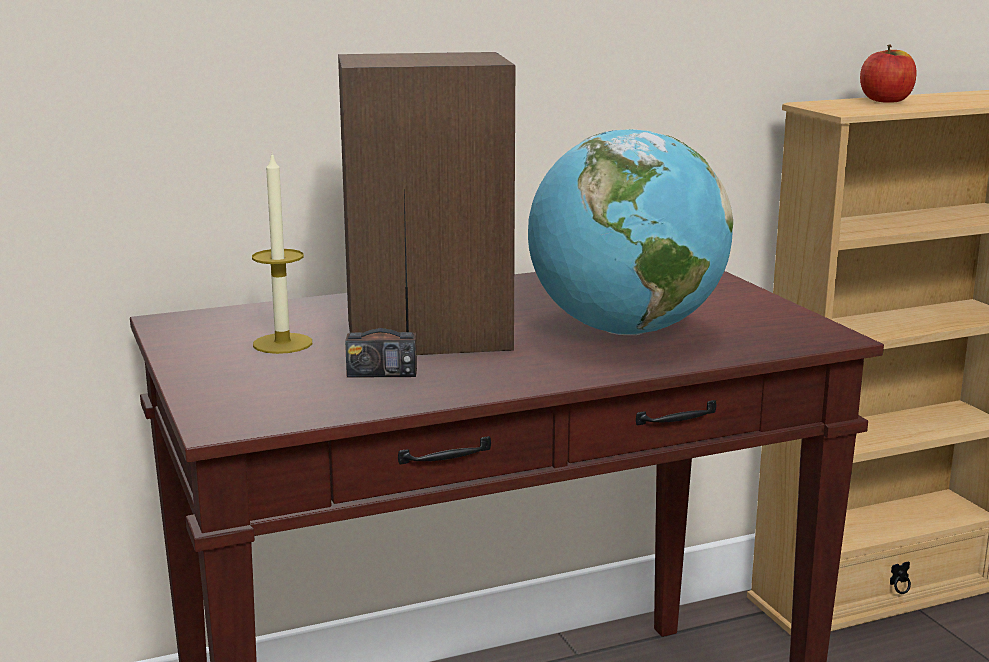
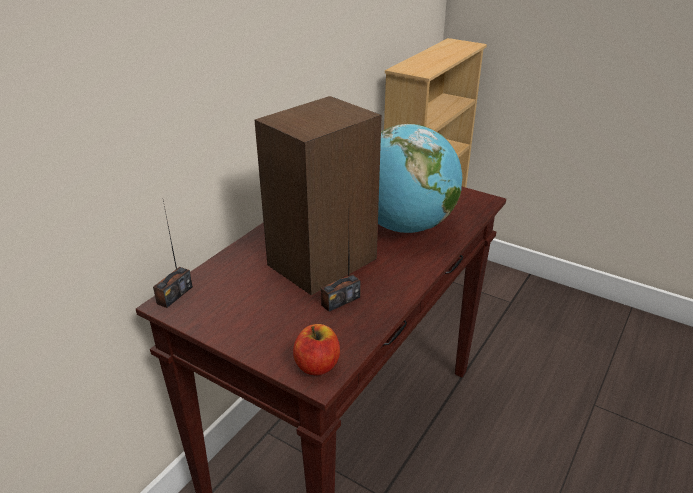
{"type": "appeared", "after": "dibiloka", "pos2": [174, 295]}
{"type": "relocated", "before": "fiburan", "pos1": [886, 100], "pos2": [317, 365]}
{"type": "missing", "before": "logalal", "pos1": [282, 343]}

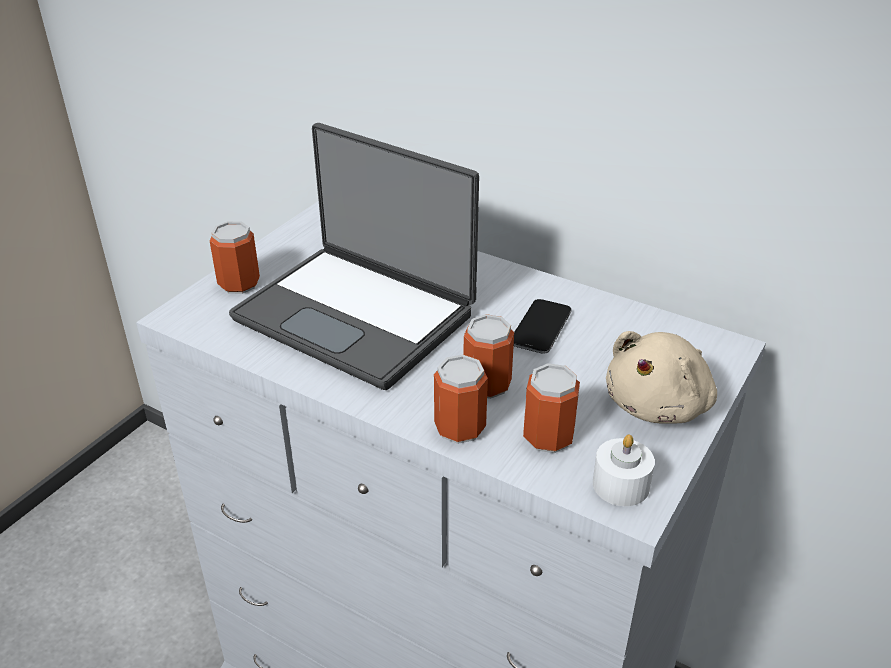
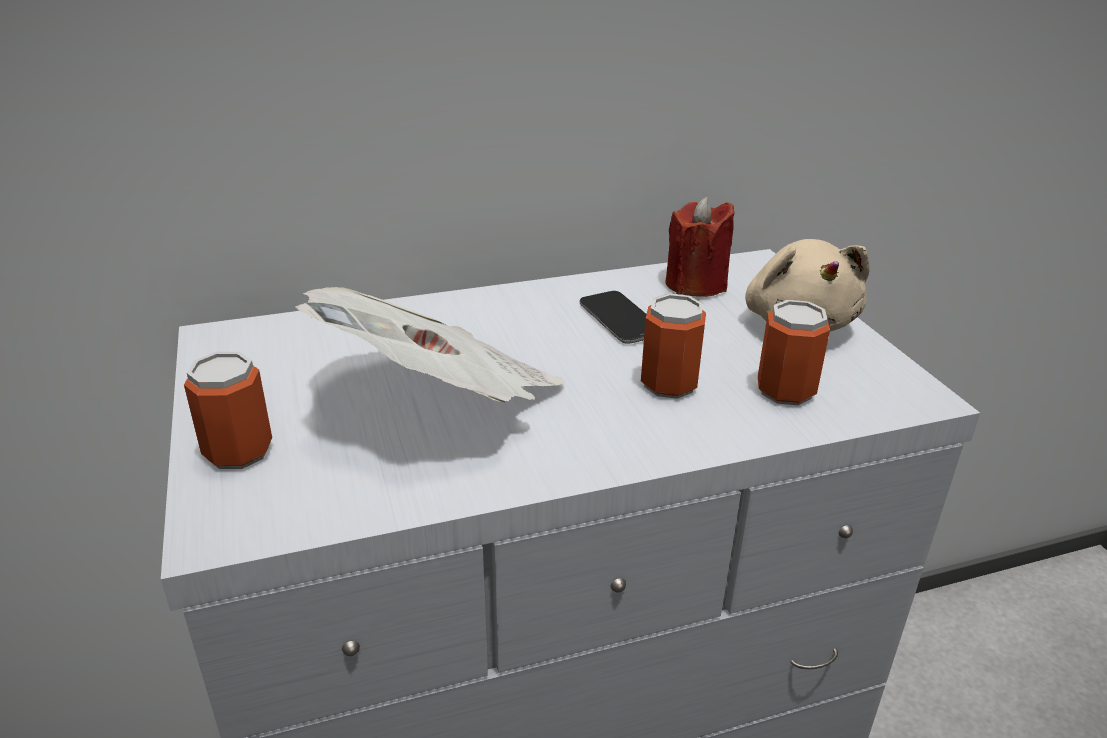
{"type": "exchanged", "before": "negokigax", "after": "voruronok", "pos1": [357, 315], "pos2": [443, 401]}
{"type": "appeared", "after": "red logalal", "pos2": [695, 284]}
{"type": "missing", "before": "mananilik", "pos1": [460, 428]}
{"type": "missing", "before": "white logalal", "pos1": [621, 485]}

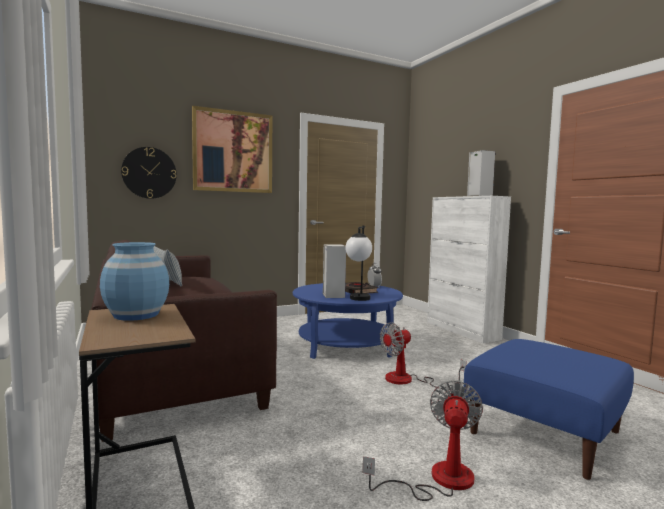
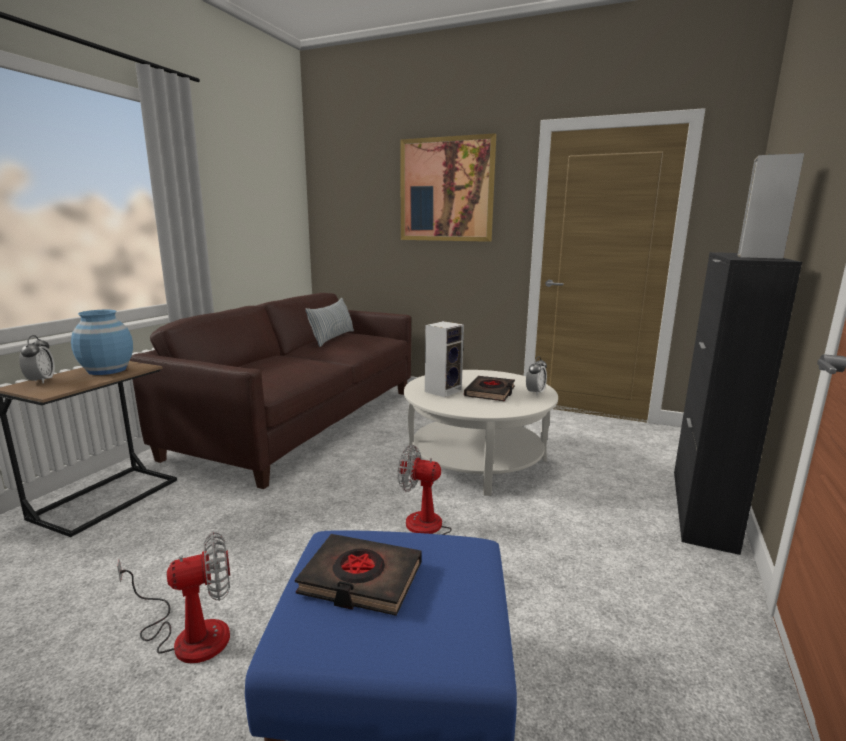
{"type": "appeared", "after": "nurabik", "pos2": [41, 381]}
{"type": "appeared", "after": "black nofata", "pos2": [360, 579]}
{"type": "colour", "before": "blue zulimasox", "after": "white zulimasox", "pos1": [346, 345], "pos2": [476, 459]}
{"type": "colour", "before": "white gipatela", "after": "black gipatela", "pos1": [462, 331], "pos2": [702, 508]}
{"type": "missing", "before": "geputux", "pos1": [149, 173]}
{"type": "missing", "before": "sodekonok", "pos1": [358, 300]}

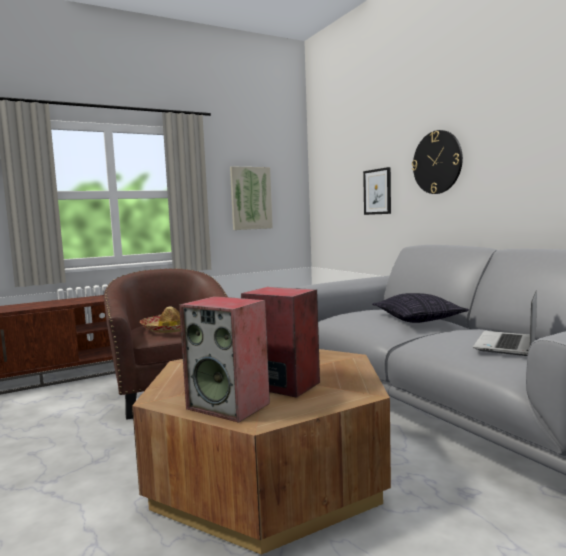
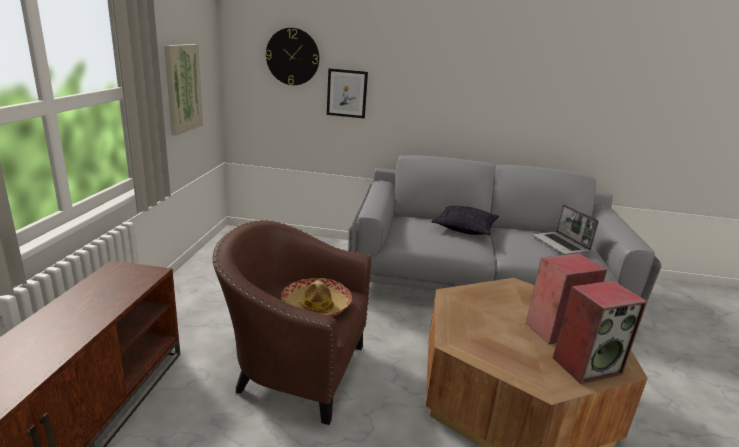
{"type": "relocated", "before": "geputux", "pos1": [437, 162], "pos2": [292, 57]}

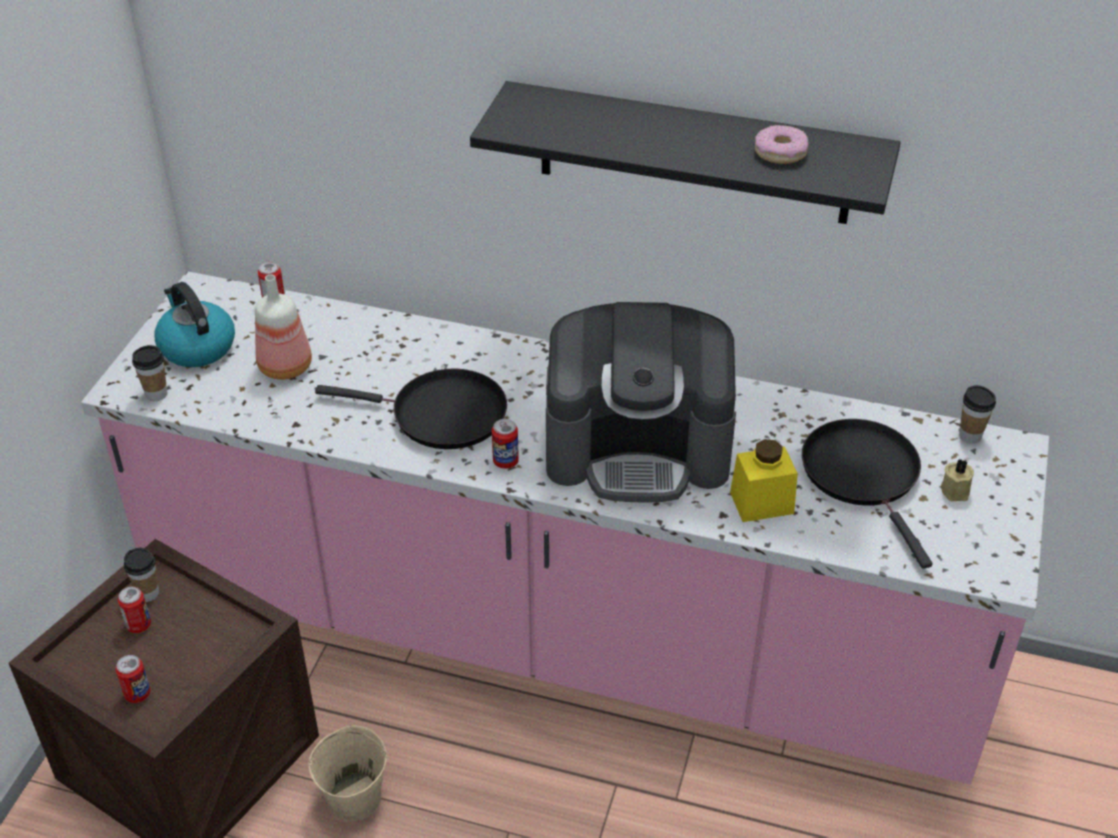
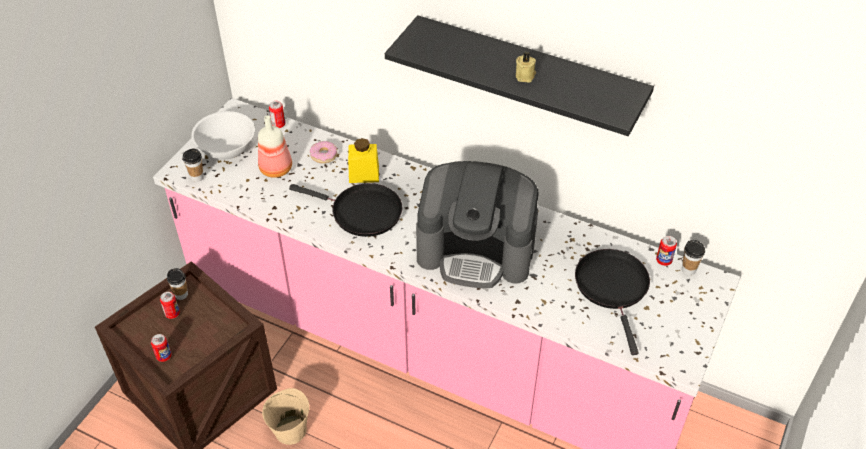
{"type": "exchanged", "before": "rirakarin", "after": "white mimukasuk", "pos1": [196, 347], "pos2": [226, 149]}
{"type": "relocated", "before": "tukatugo", "pos1": [780, 152], "pos2": [324, 155]}
{"type": "relocated", "before": "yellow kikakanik", "pos1": [761, 503], "pos2": [364, 174]}
{"type": "relocated", "before": "beige logalal", "pos1": [956, 490], "pos2": [526, 76]}
{"type": "relocated", "before": "mananilik", "pos1": [505, 461], "pos2": [663, 260]}

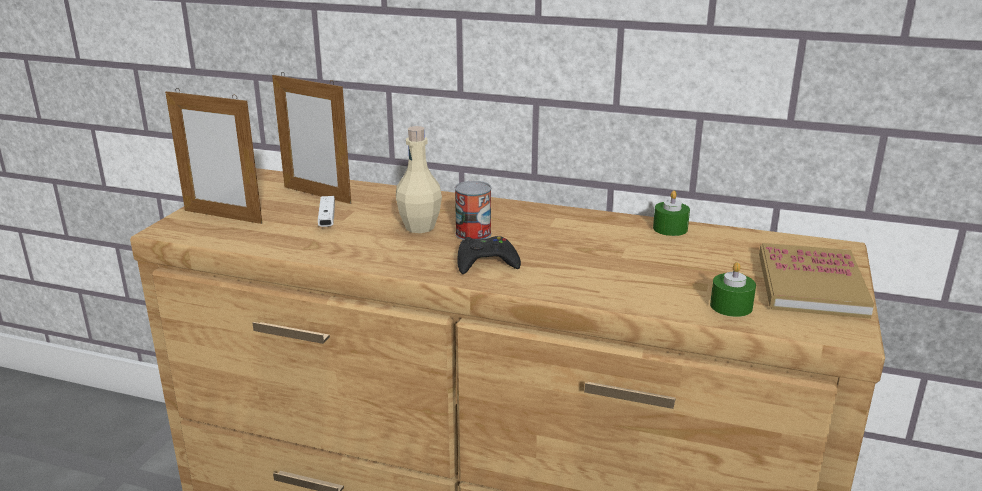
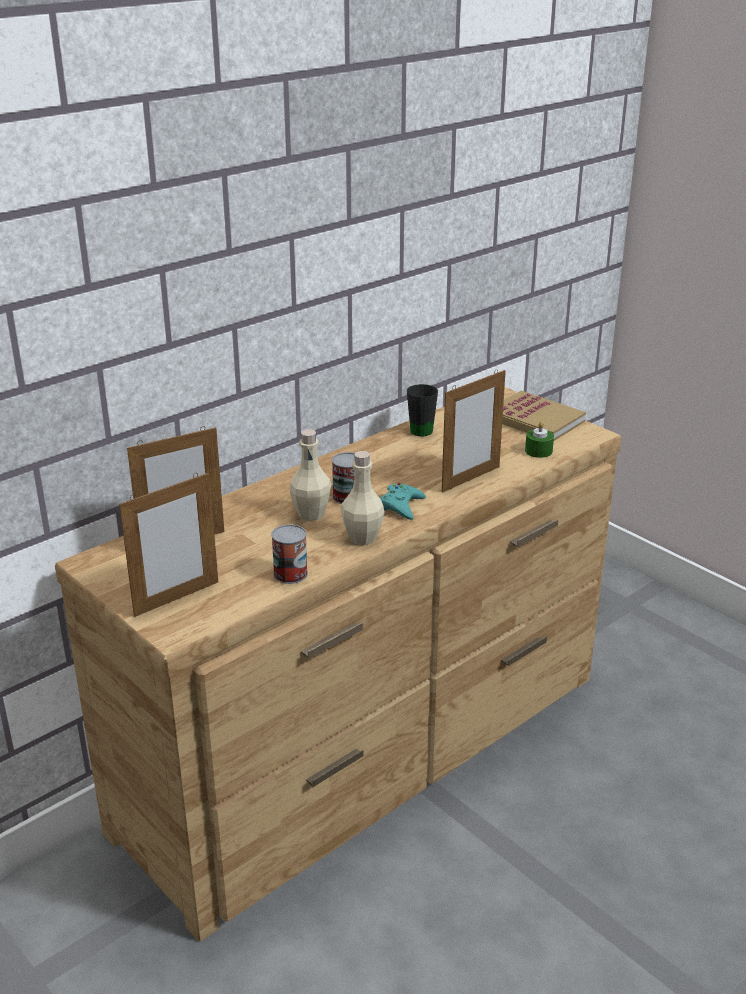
{"type": "appeared", "after": "mananilik", "pos2": [290, 574]}
{"type": "appeared", "after": "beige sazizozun", "pos2": [362, 538]}
{"type": "colour", "before": "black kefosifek", "after": "turquoise kefosifek", "pos1": [486, 262], "pos2": [401, 506]}
{"type": "exchanged", "before": "green logalal", "after": "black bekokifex", "pos1": [670, 228], "pos2": [418, 428]}
{"type": "appeared", "after": "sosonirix", "pos2": [470, 479]}
{"type": "missing", "before": "white kefosifek", "pos1": [327, 218]}

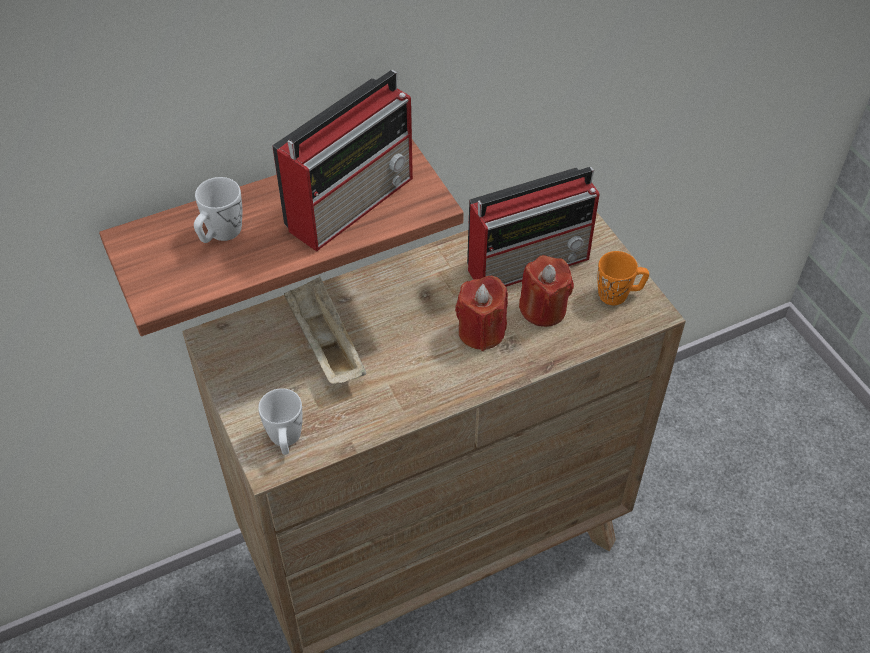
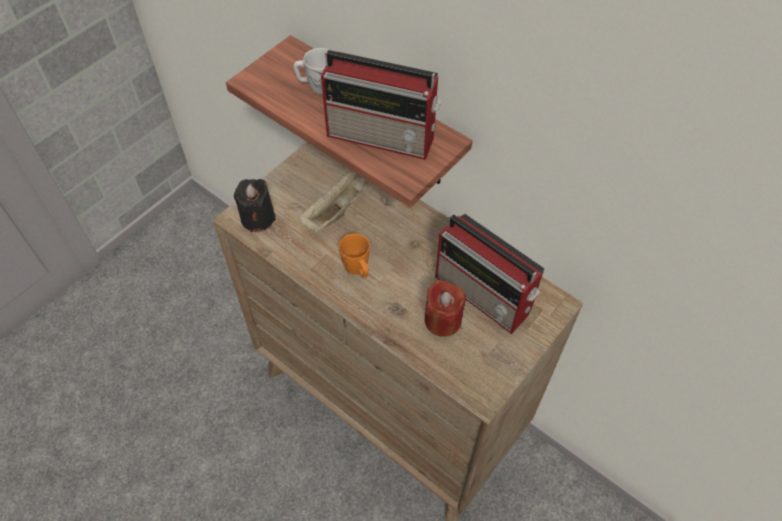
{"type": "exchanged", "before": "white bekokifex", "after": "black logalal", "pos1": [285, 440], "pos2": [257, 218]}
{"type": "relocated", "before": "orange bekokifex", "pos1": [619, 294], "pos2": [358, 269]}
{"type": "missing", "before": "red logalal", "pos1": [481, 331]}

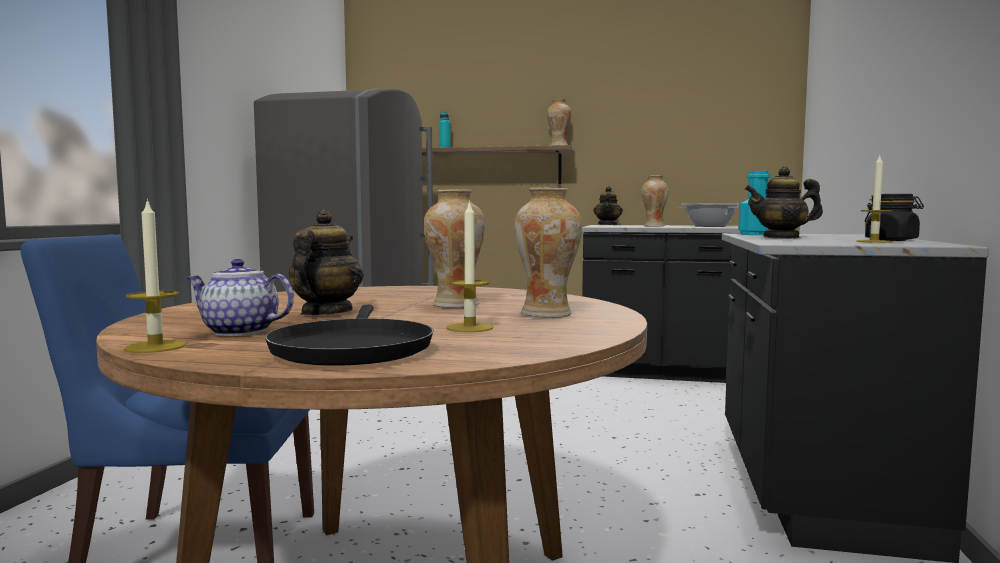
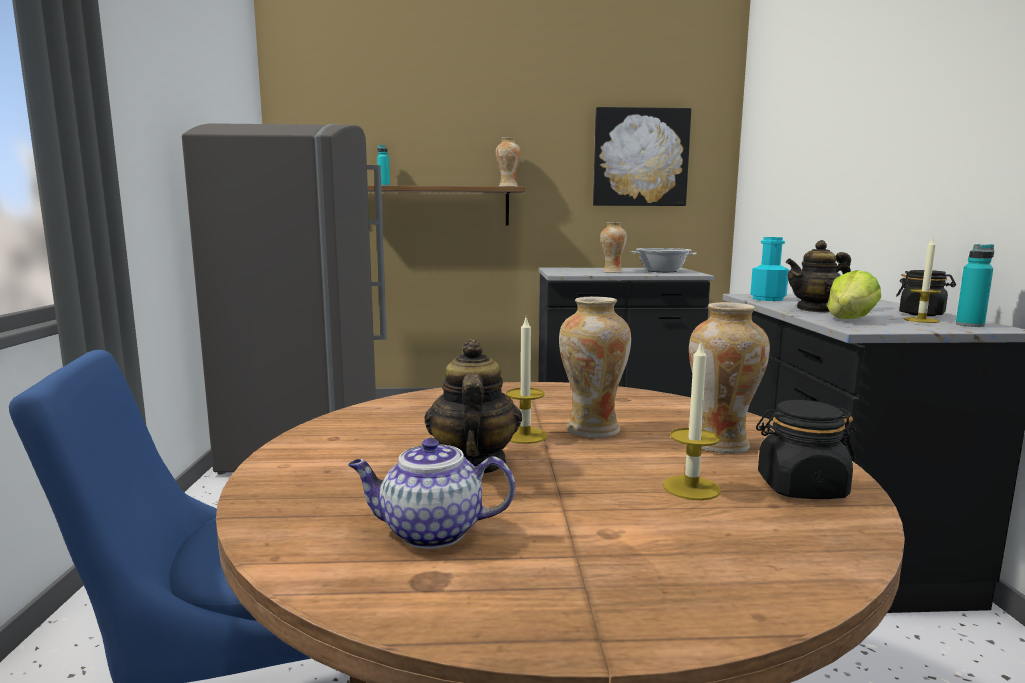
{"type": "relocated", "before": "logalal", "pos1": [155, 347], "pos2": [525, 435]}
{"type": "appeared", "after": "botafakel", "pos2": [640, 157]}
{"type": "appeared", "after": "black kikakanik", "pos2": [800, 488]}
{"type": "appeared", "after": "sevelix", "pos2": [851, 319]}
{"type": "appeared", "after": "turquoise sazizozun", "pos2": [969, 325]}
{"type": "missing", "before": "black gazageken", "pos1": [352, 348]}
{"type": "missing", "before": "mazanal", "pos1": [608, 225]}

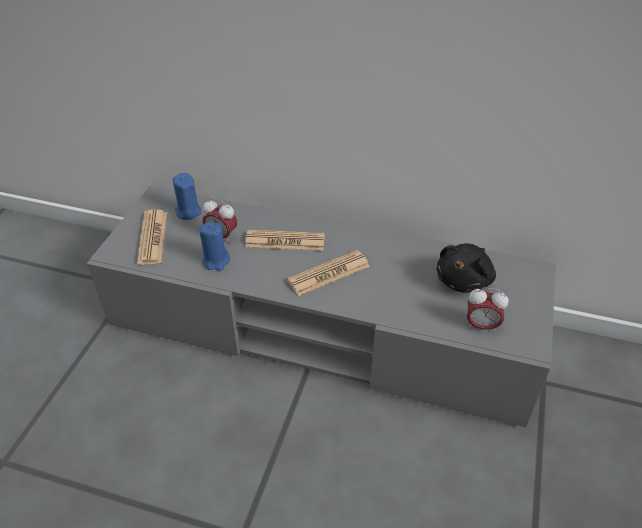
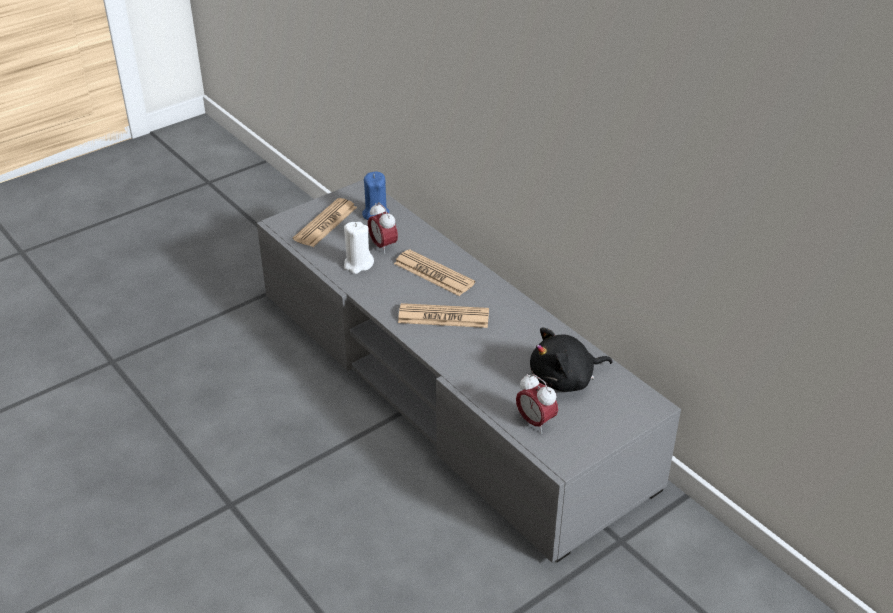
{"type": "colour", "before": "blue logalal", "after": "white logalal", "pos1": [216, 261], "pos2": [358, 264]}

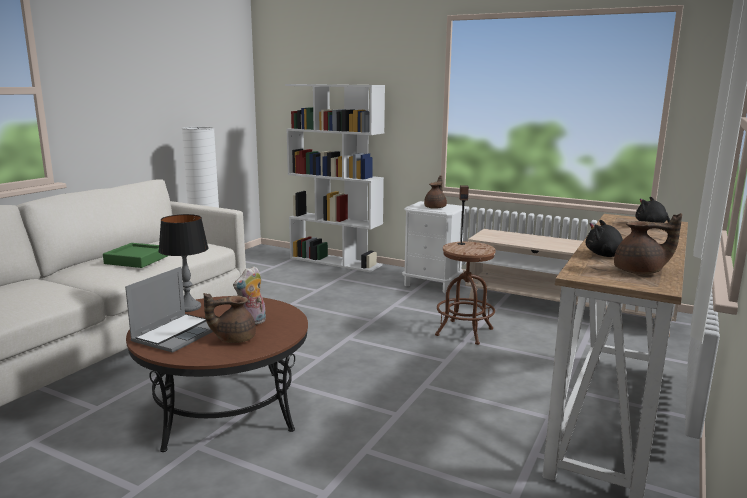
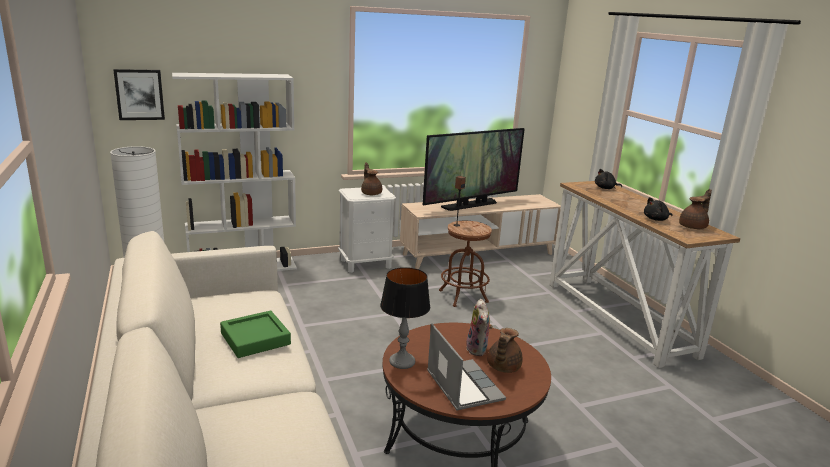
{"type": "appeared", "after": "botafakel", "pos2": [139, 94]}
{"type": "appeared", "after": "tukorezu", "pos2": [470, 205]}

